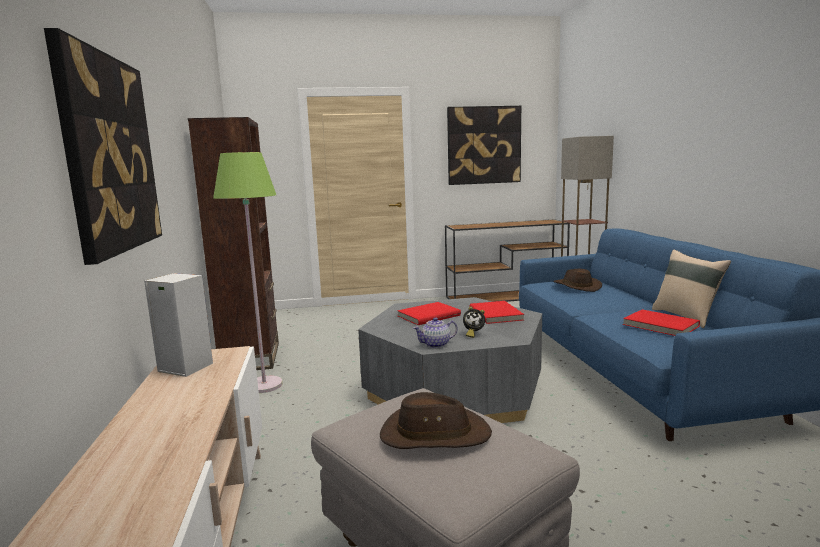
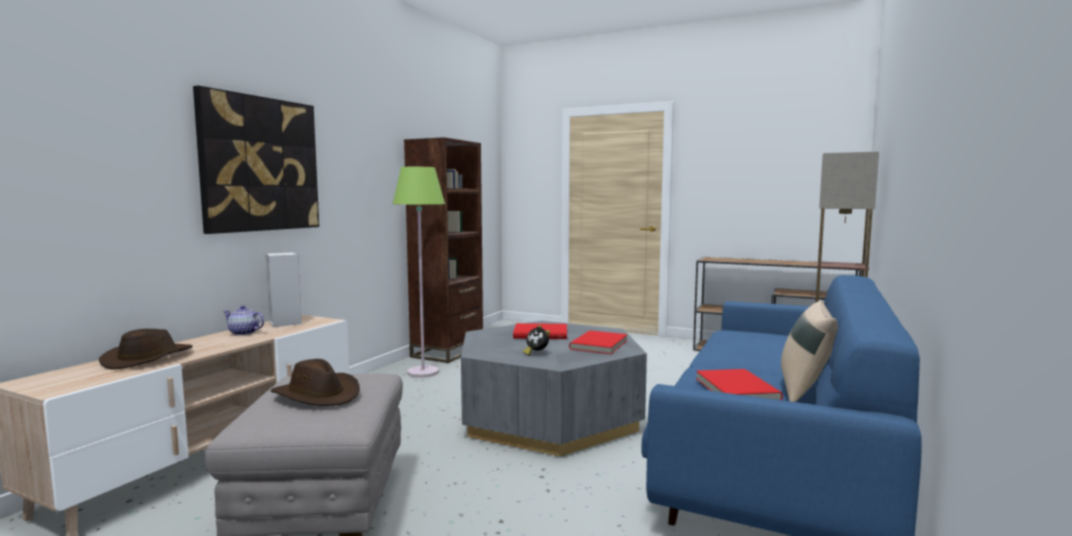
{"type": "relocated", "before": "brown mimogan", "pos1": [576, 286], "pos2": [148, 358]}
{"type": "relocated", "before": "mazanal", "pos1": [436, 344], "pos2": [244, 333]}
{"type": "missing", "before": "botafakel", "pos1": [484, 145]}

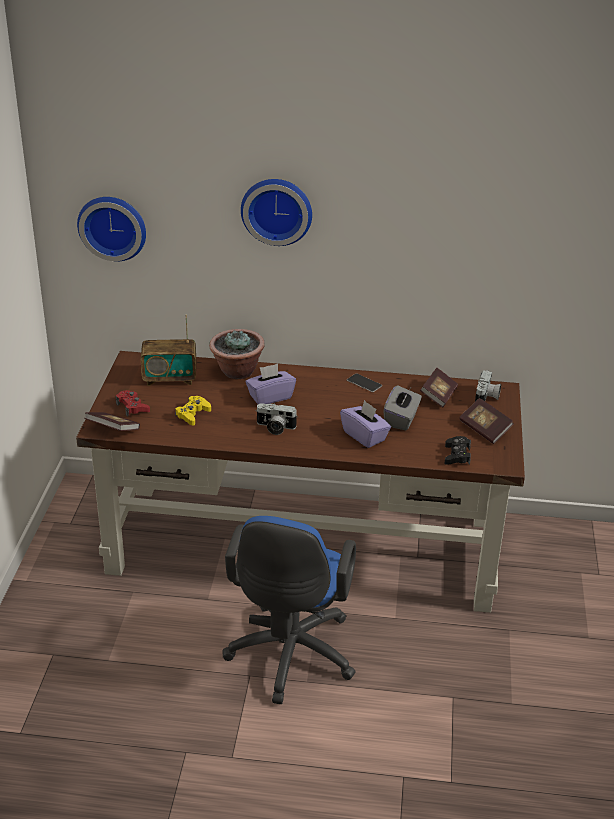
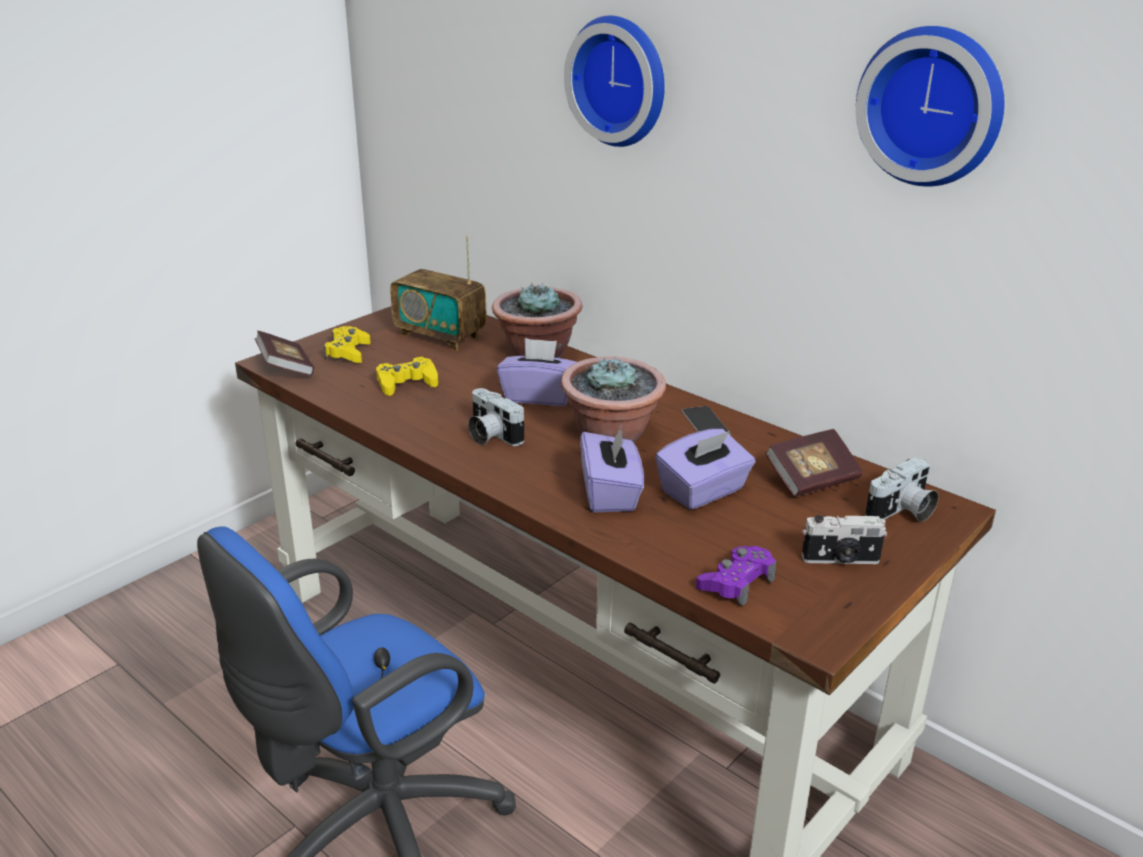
{"type": "colour", "before": "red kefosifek", "after": "yellow kefosifek", "pos1": [132, 407], "pos2": [348, 352]}
{"type": "appeared", "after": "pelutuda", "pos2": [612, 436]}
{"type": "colour", "before": "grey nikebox", "after": "purple nikebox", "pos1": [401, 419], "pos2": [703, 491]}
{"type": "colour", "before": "black kefosifek", "after": "purple kefosifek", "pos1": [457, 455], "pos2": [736, 582]}
{"type": "exchanged", "before": "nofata", "after": "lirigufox", "pos1": [485, 429], "pos2": [841, 560]}
{"type": "relocated", "before": "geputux", "pos1": [113, 226], "pos2": [933, 106]}

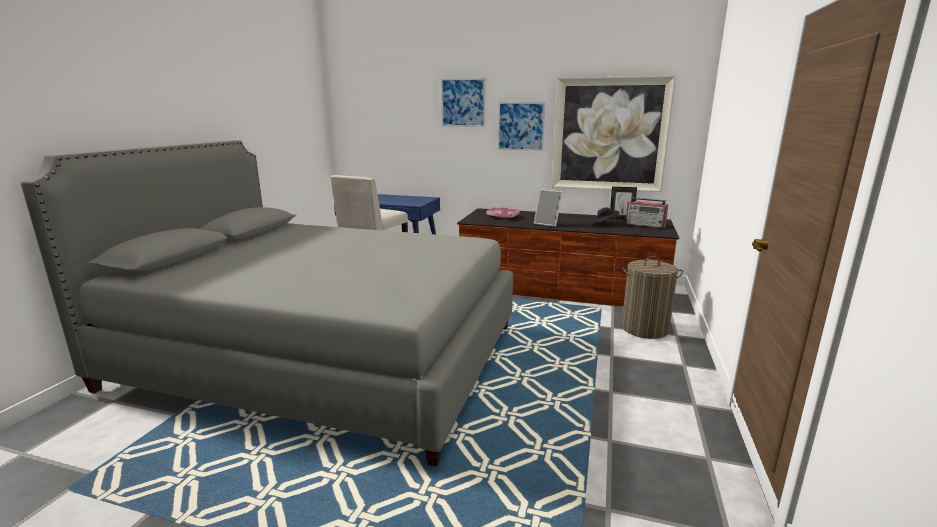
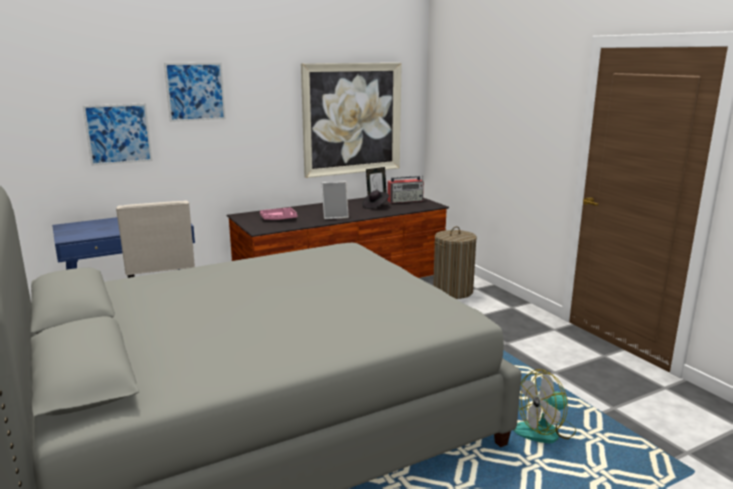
{"type": "relocated", "before": "botafakel", "pos1": [521, 126], "pos2": [118, 134]}
{"type": "appeared", "after": "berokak", "pos2": [545, 431]}

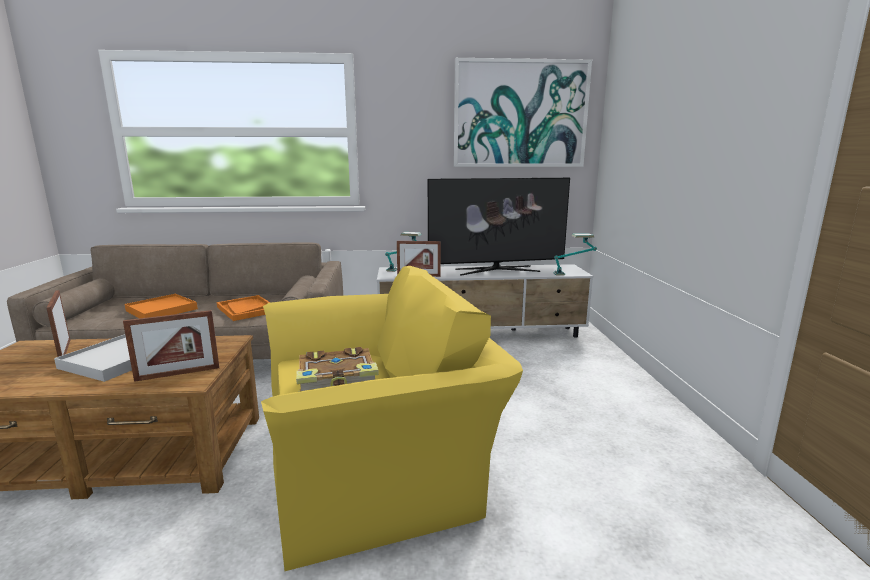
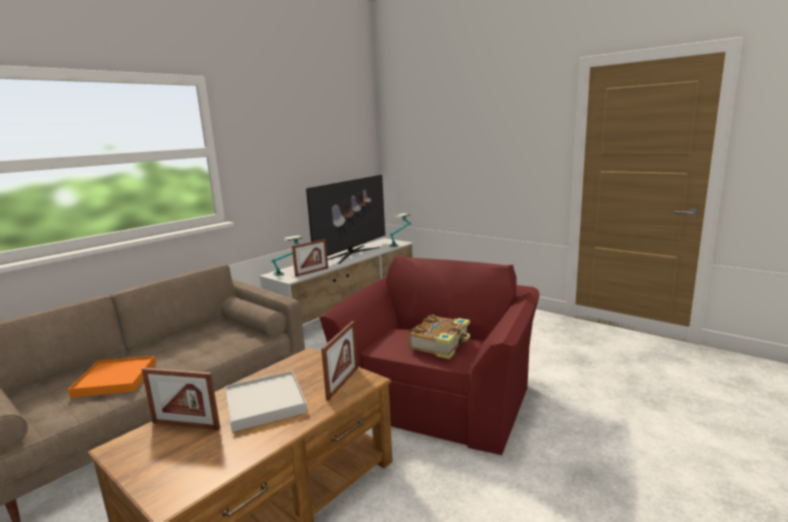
{"type": "colour", "before": "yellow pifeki", "after": "red pifeki", "pos1": [378, 460], "pos2": [438, 394]}
{"type": "missing", "before": "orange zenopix", "pos1": [246, 309]}
{"type": "missing", "before": "botafakel", "pos1": [520, 114]}

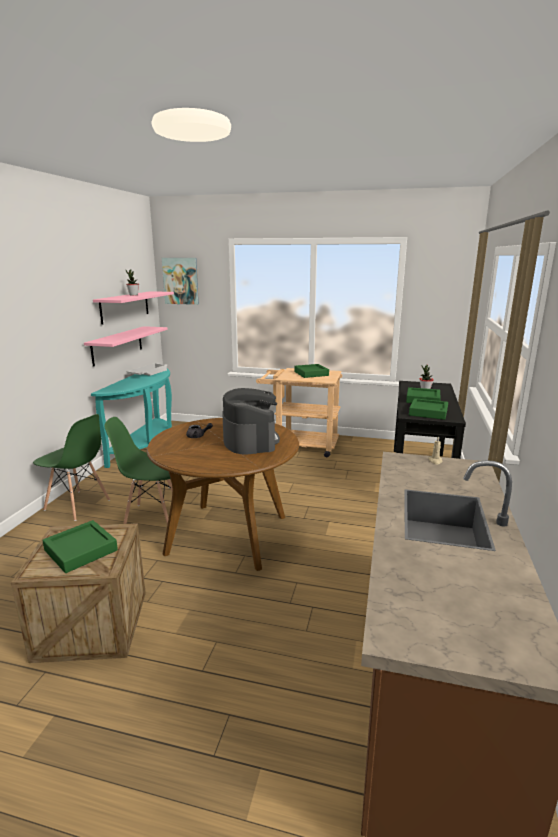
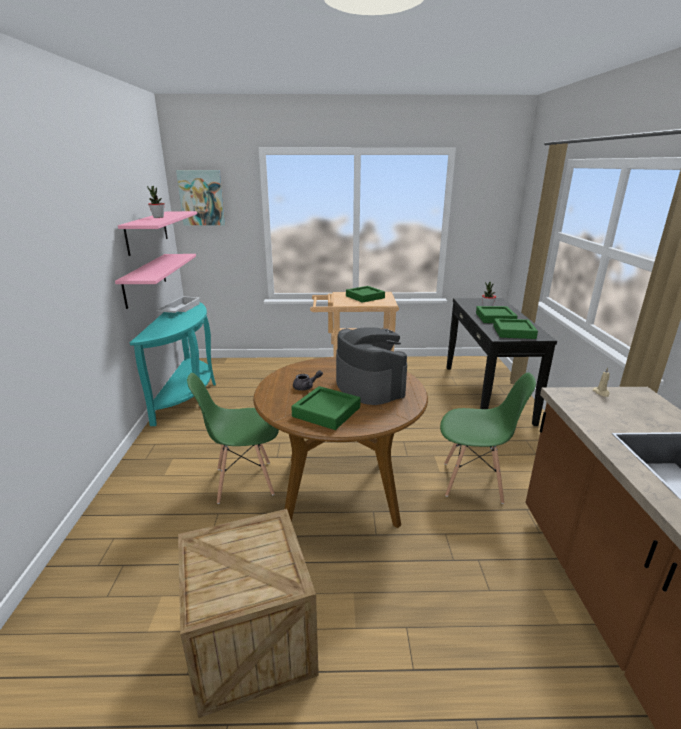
{"type": "relocated", "before": "green zenopix", "pos1": [81, 550], "pos2": [326, 412]}
{"type": "relocated", "before": "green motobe", "pos1": [77, 505], "pos2": [473, 482]}

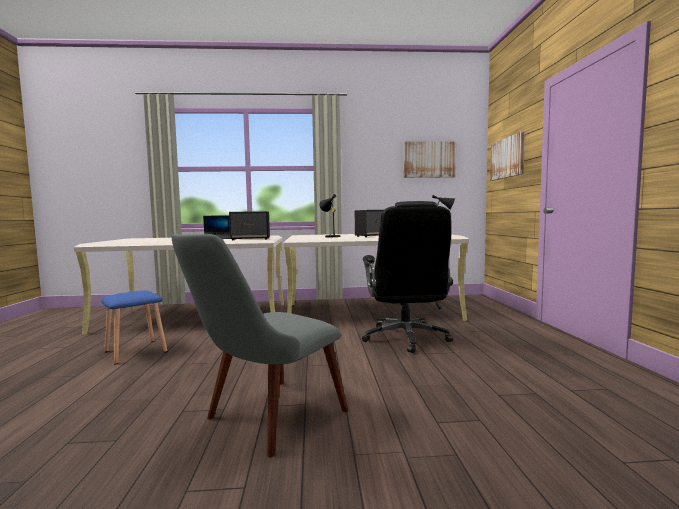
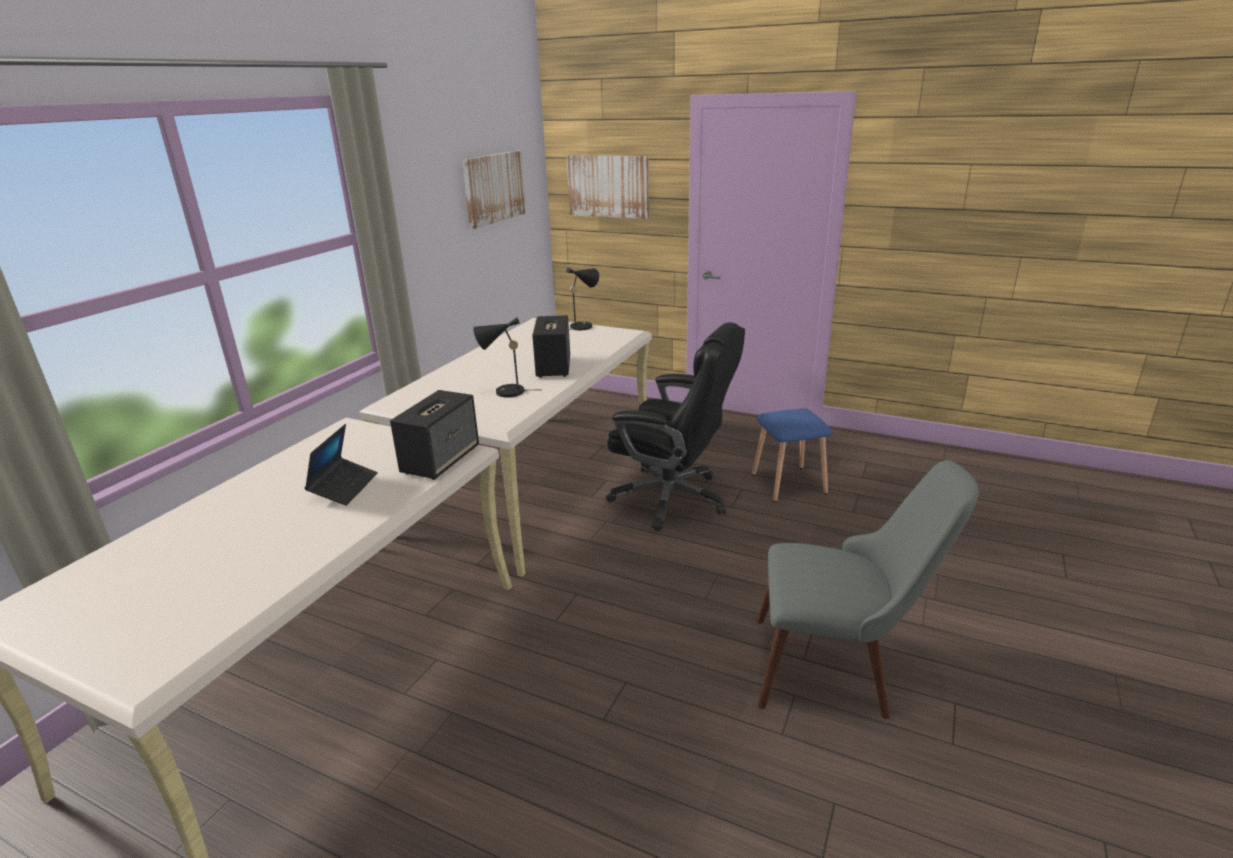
{"type": "relocated", "before": "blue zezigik", "pos1": [135, 352], "pos2": [789, 484]}
{"type": "spun", "before": "grey motobe", "pos1": [263, 421], "pos2": [839, 667], "turn": -60}

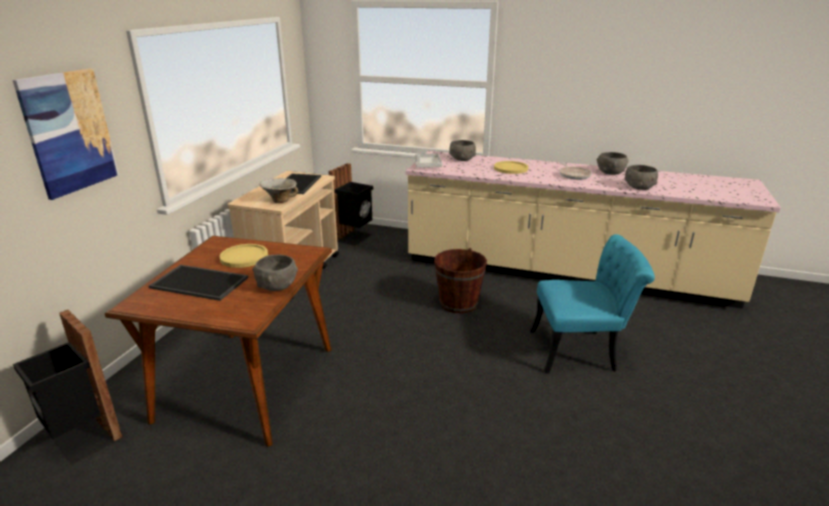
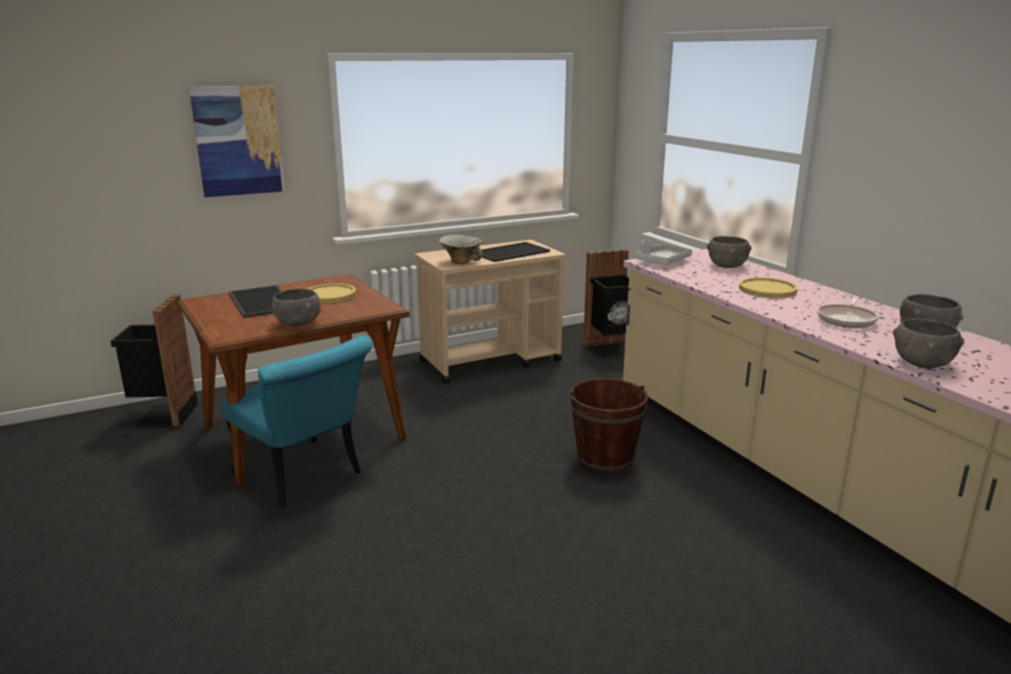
{"type": "relocated", "before": "turquoise motobe", "pos1": [582, 351], "pos2": [305, 477]}

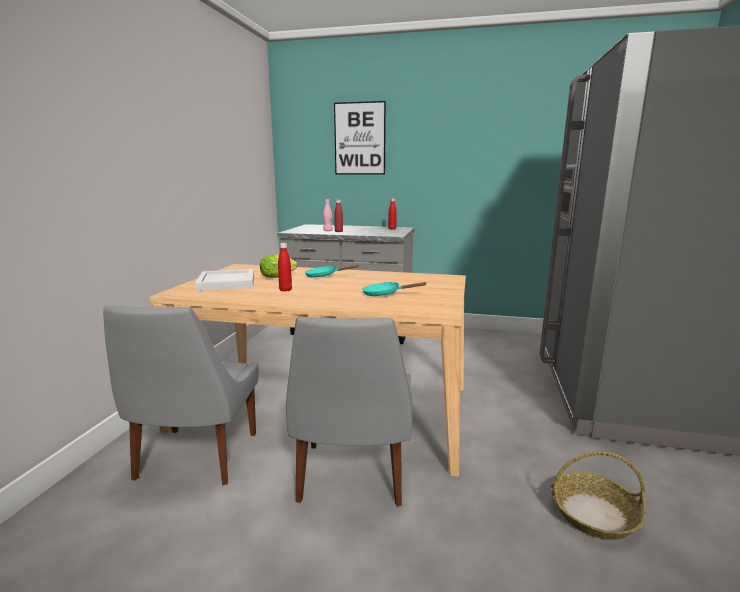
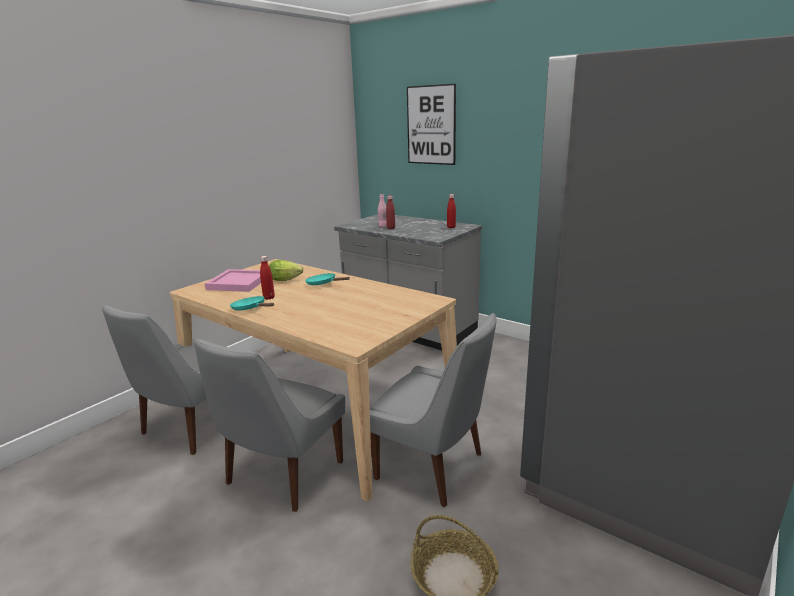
{"type": "colour", "before": "white zenopix", "after": "pink zenopix", "pos1": [225, 283], "pos2": [237, 283]}
{"type": "relocated", "before": "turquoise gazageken", "pos1": [385, 294], "pos2": [251, 309]}
{"type": "appeared", "after": "grey motobe", "pos2": [433, 467]}

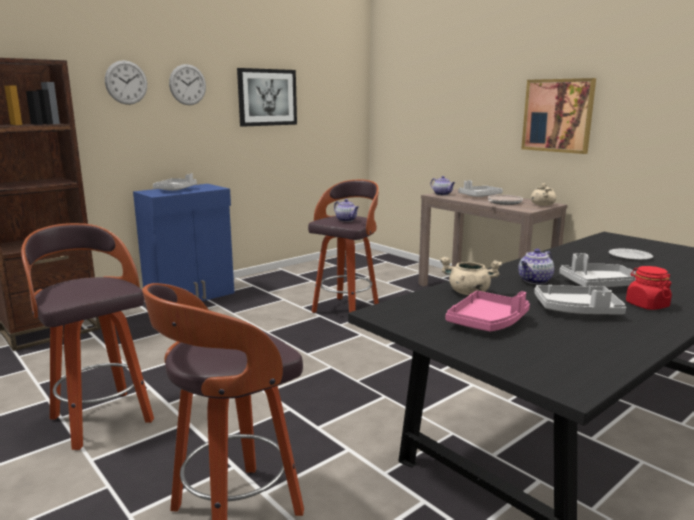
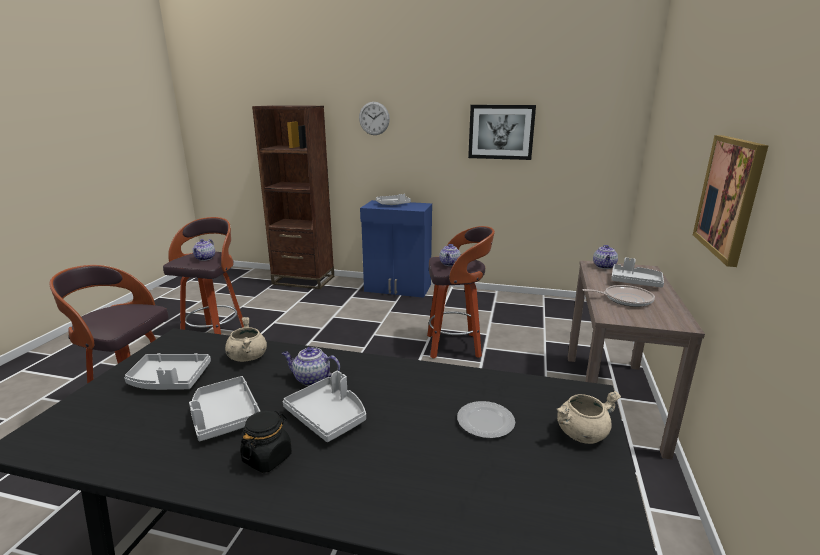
{"type": "colour", "before": "pink zenopix", "after": "grey zenopix", "pos1": [488, 322], "pos2": [169, 380]}
{"type": "appeared", "after": "mazanal", "pos2": [205, 258]}
{"type": "colour", "before": "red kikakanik", "after": "black kikakanik", "pos1": [646, 305], "pos2": [267, 458]}
{"type": "relocated", "before": "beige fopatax", "pos1": [542, 205], "pos2": [581, 433]}
{"type": "missing", "before": "geputux", "pos1": [187, 84]}

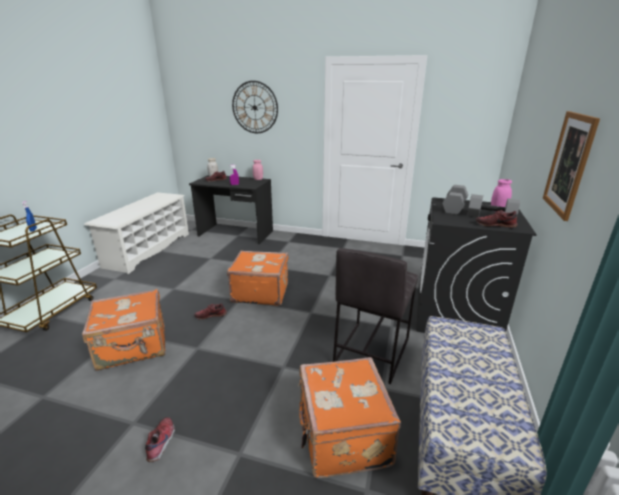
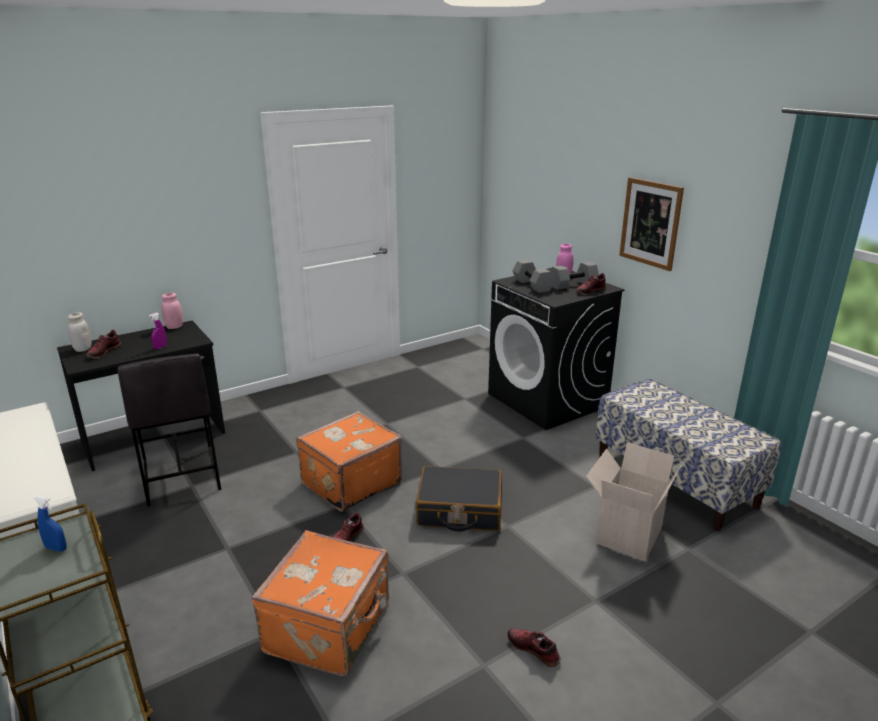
{"type": "relocated", "before": "grey zezigik", "pos1": [371, 351], "pos2": [180, 476]}
{"type": "appeared", "after": "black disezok", "pos2": [459, 510]}
{"type": "exchanged", "before": "orange disezok", "after": "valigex", "pos1": [341, 435], "pos2": [627, 534]}
{"type": "missing", "before": "geputux", "pos1": [254, 107]}

